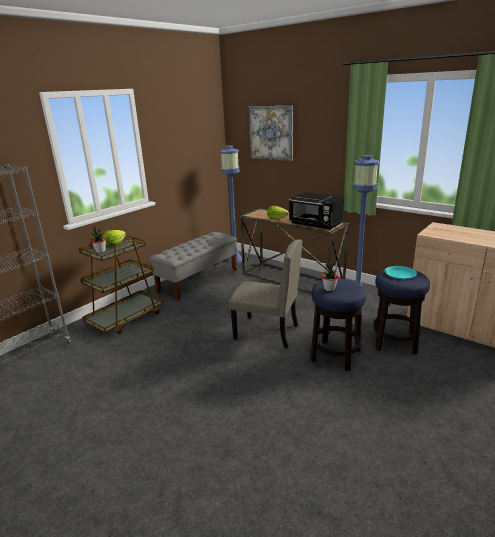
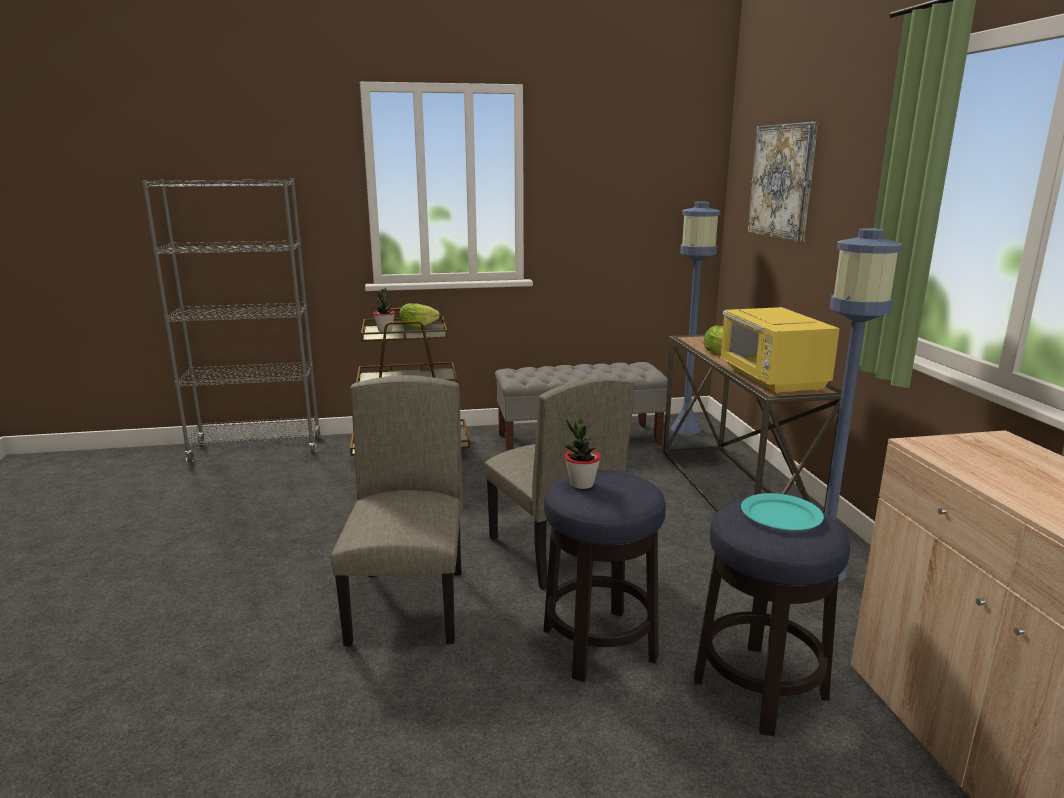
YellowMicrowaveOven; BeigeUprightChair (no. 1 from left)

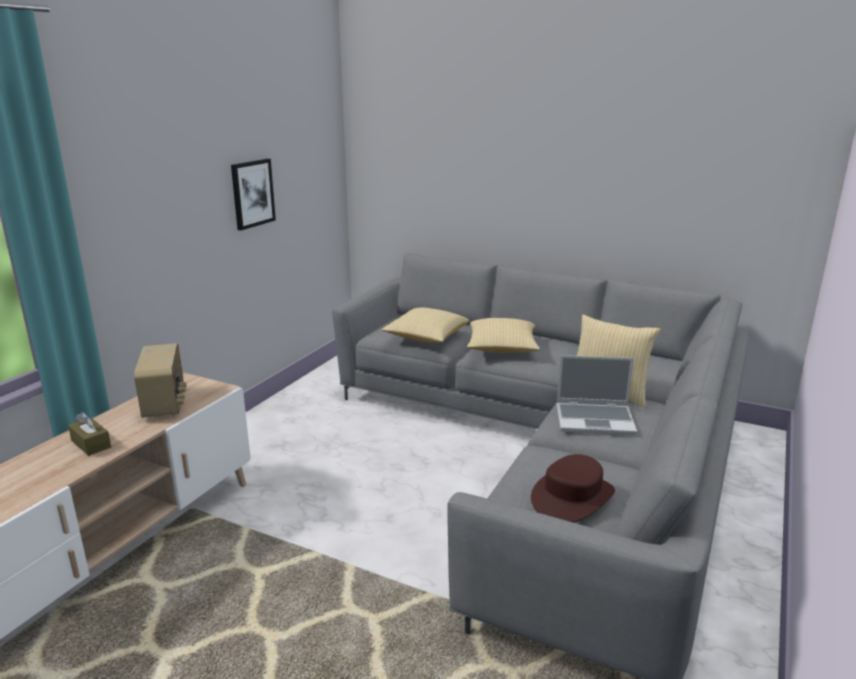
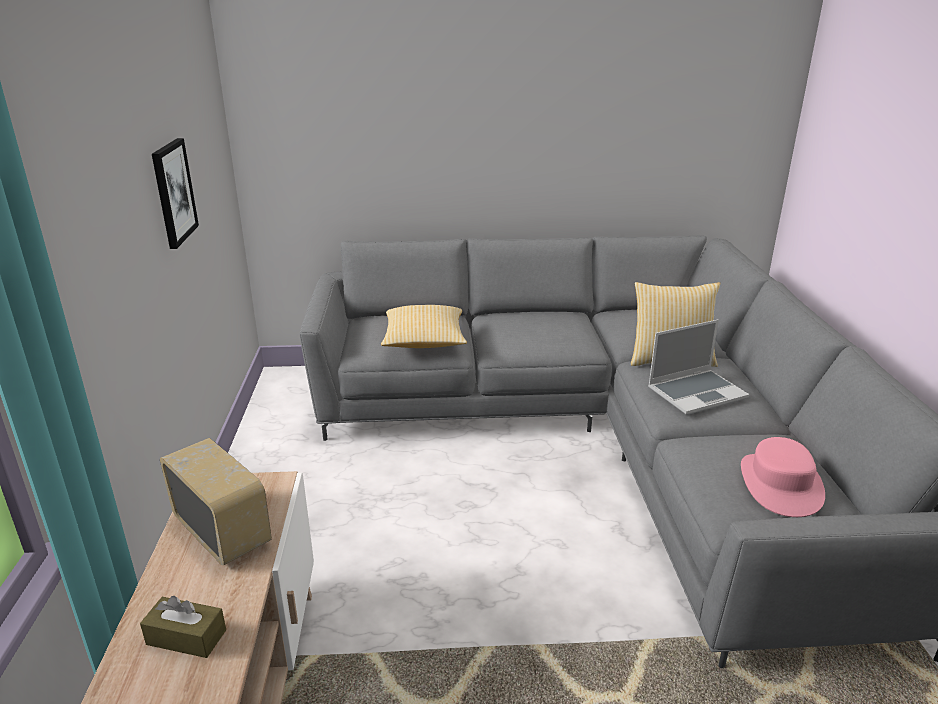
Pillow (no. 2 from left in the first image); PinkHat

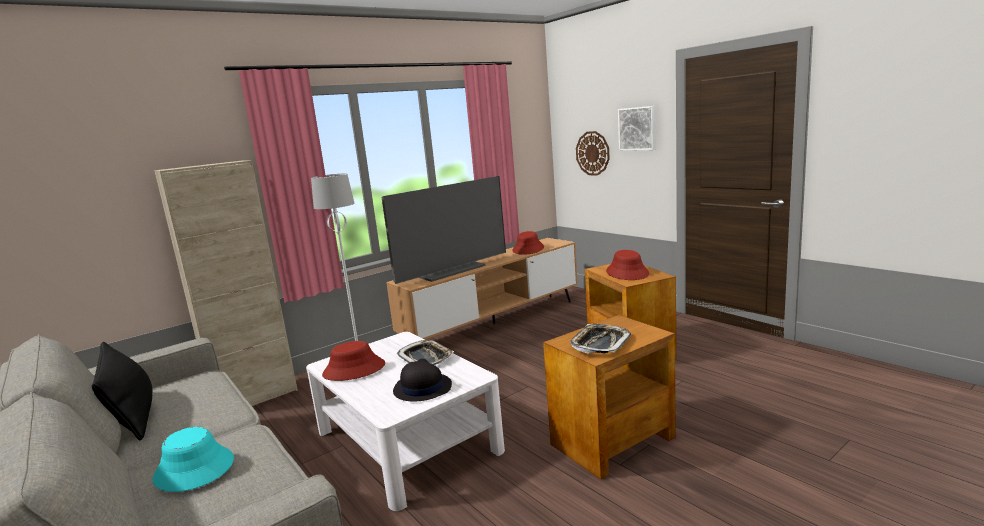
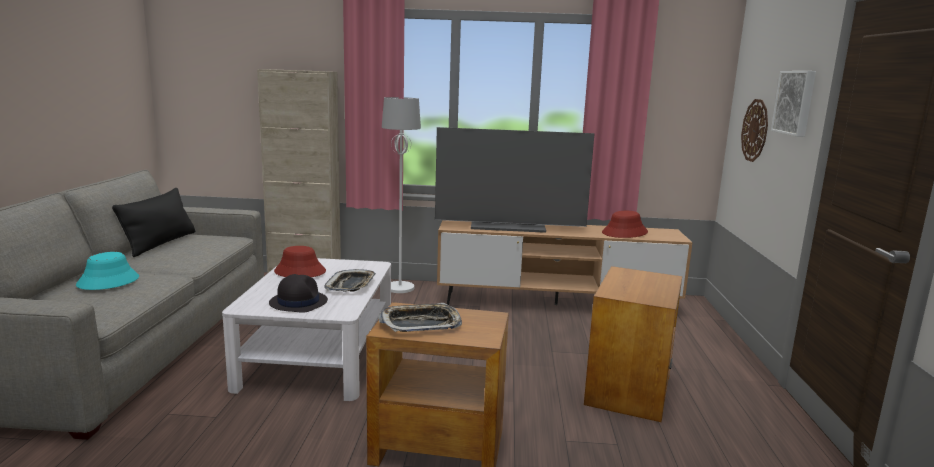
ReddishHat (no. 3 from left in the first image)

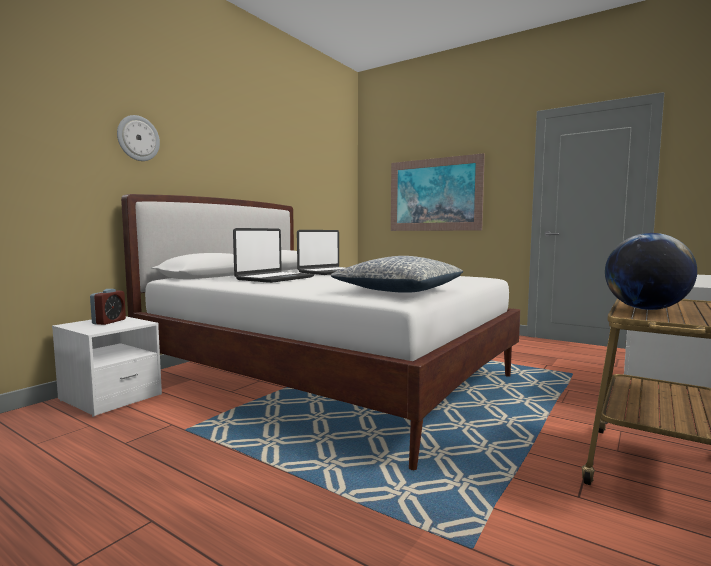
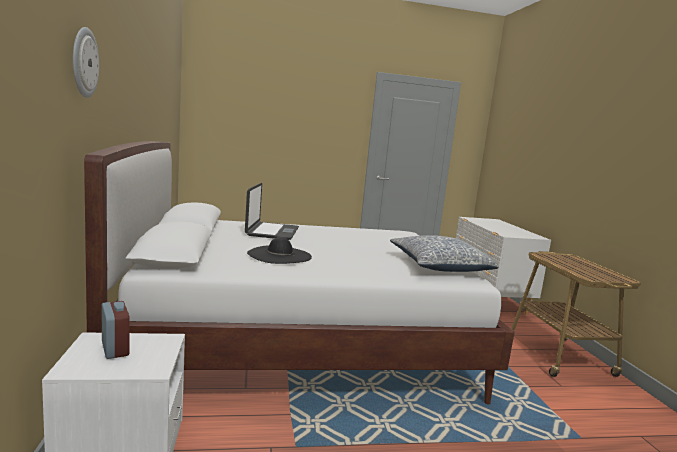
BlackColouredHat; Picture; Globe

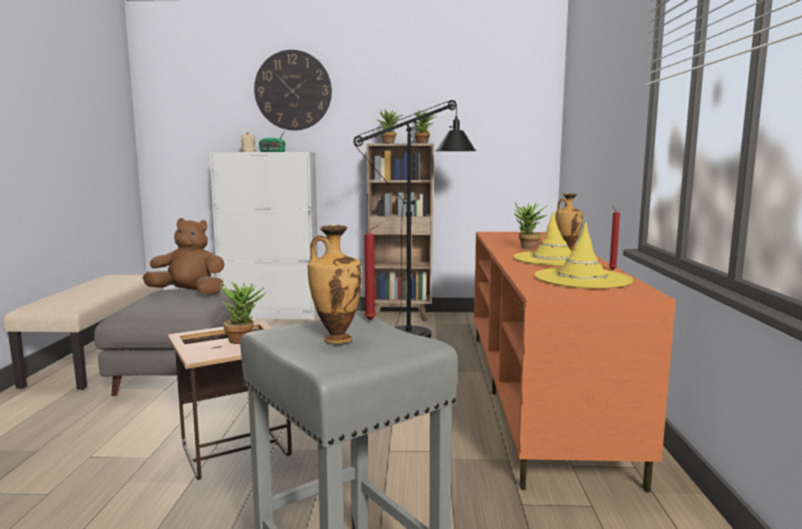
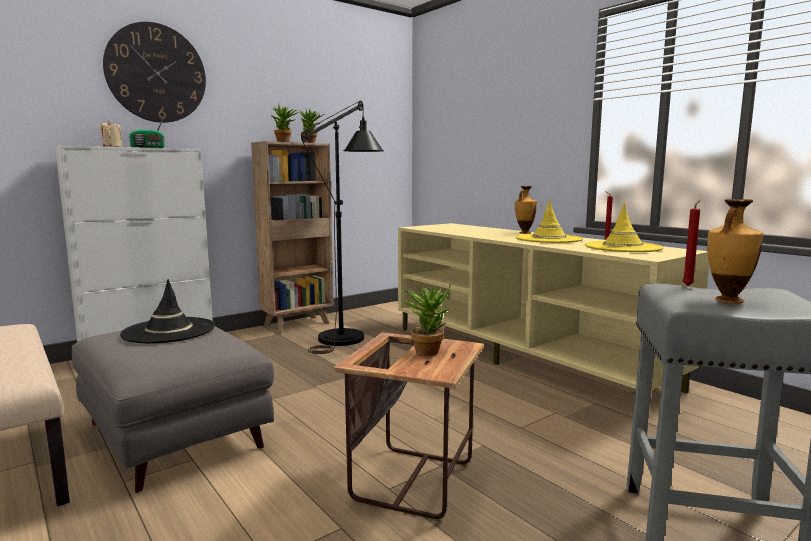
BlackColouredHat; BeigeMediaConsole; PottedPlant (no. 4 from left in the first image)

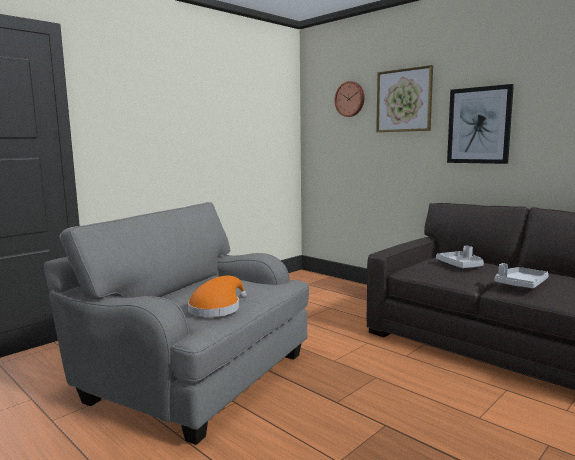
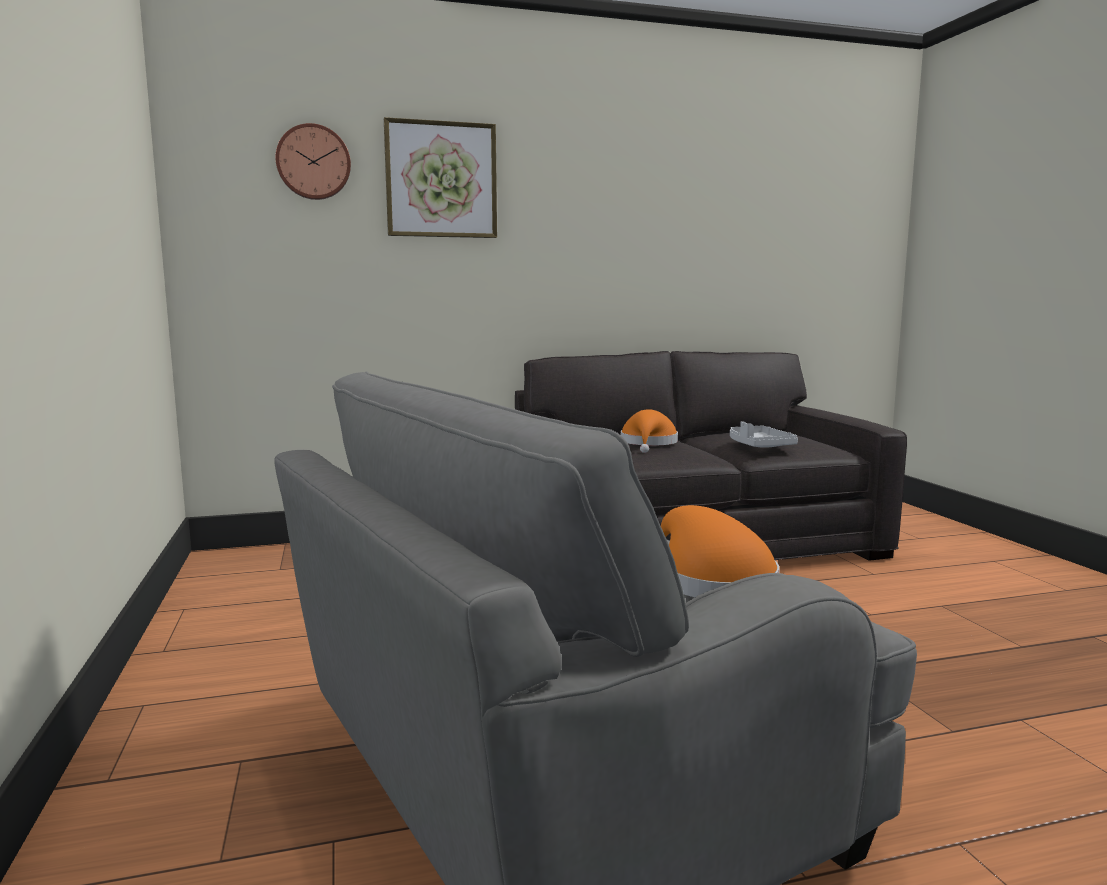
OrangeyHat (no. 1 from left); Picture (no. 2 from left in the first image)

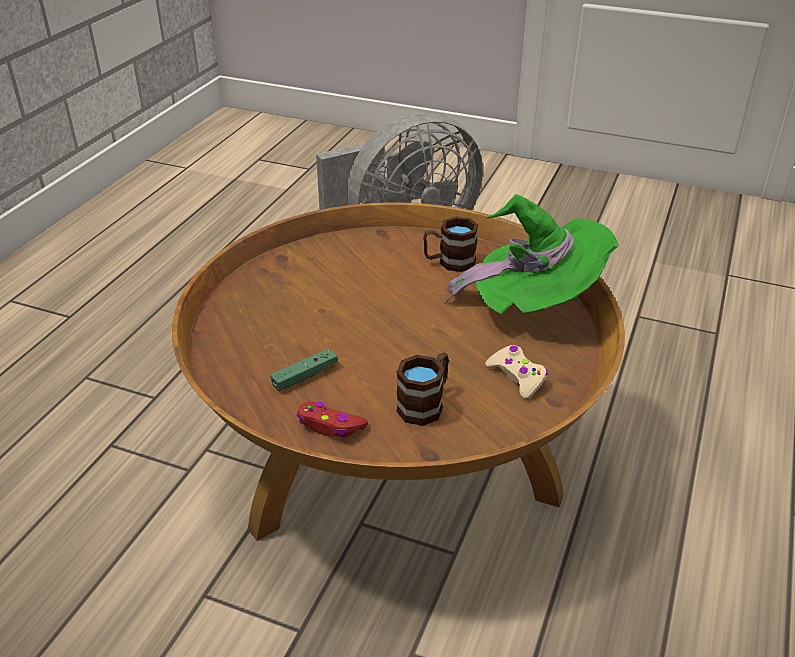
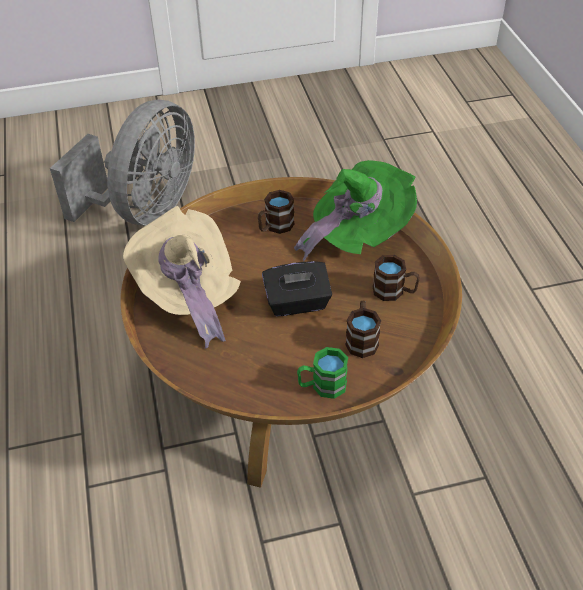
GreenColouredJoypad; GreenColouredTeaMug; BrownishTeaMug (no. 3 from left); BeigeHat; BlackColouredBoxOfTissues

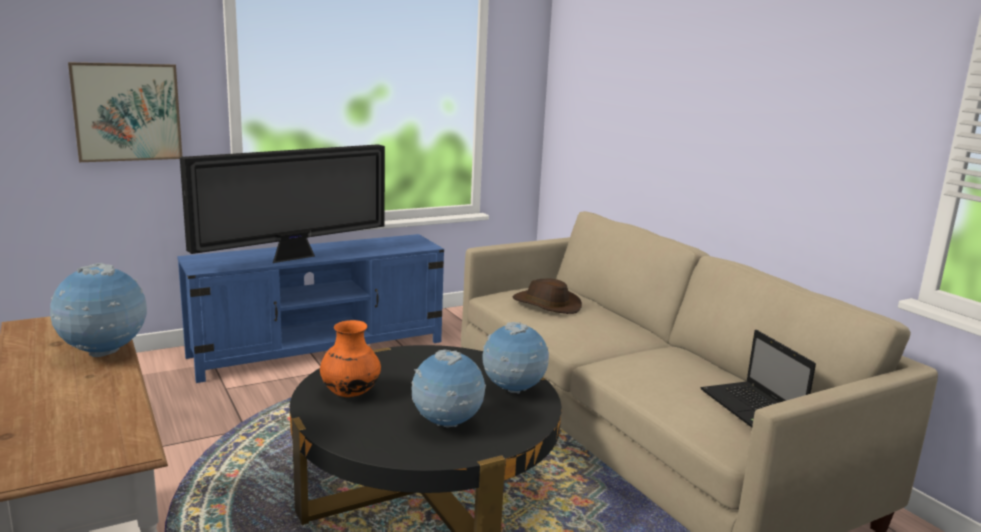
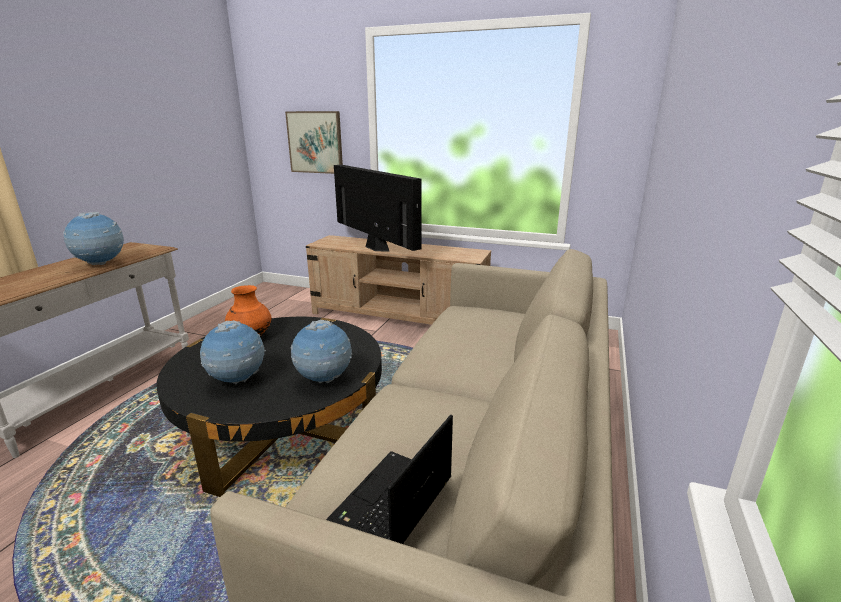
BeigeMediaConsole; TvSet; BrownishHat

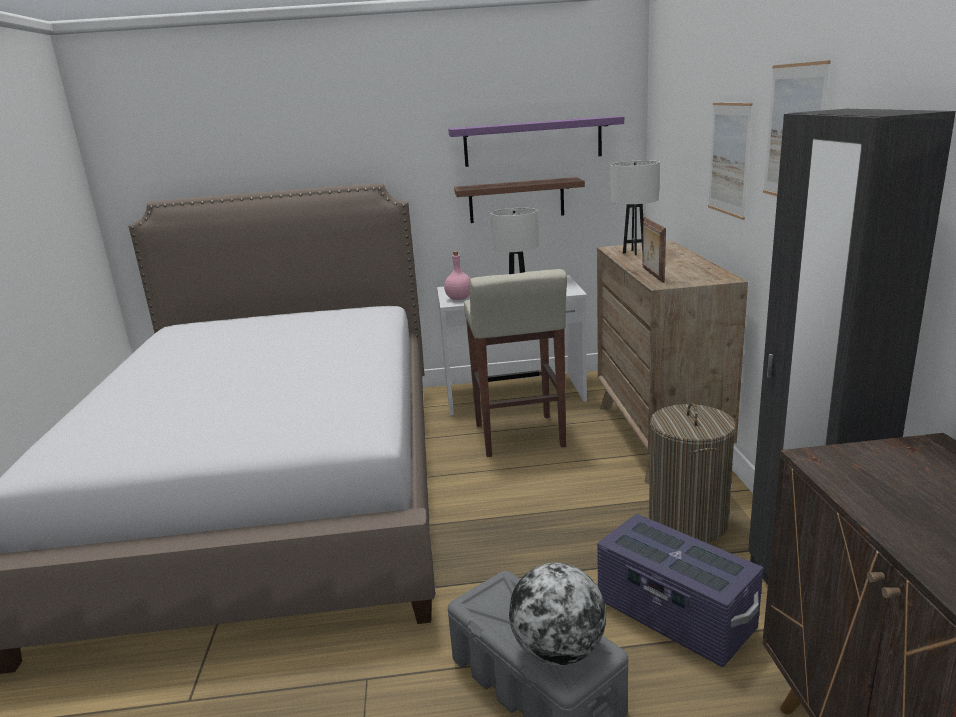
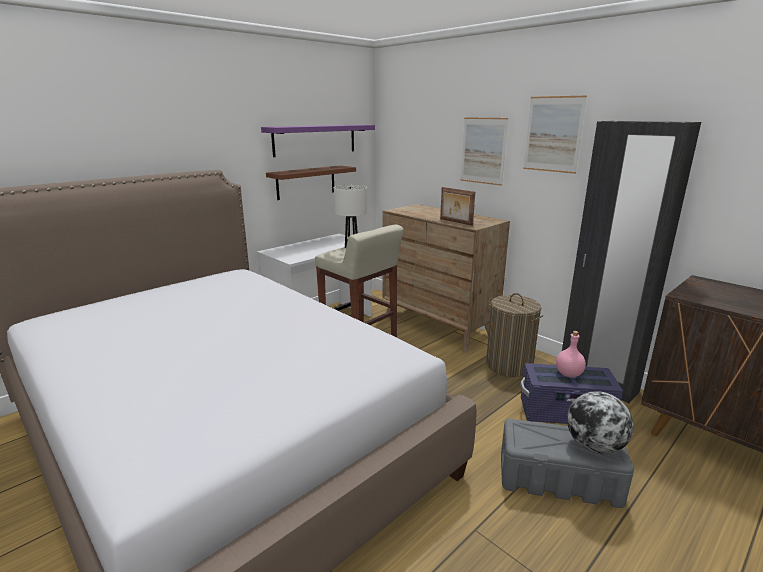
PinkDrinkBottle; WhiteColouredLampForATable (no. 2 from left in the first image)

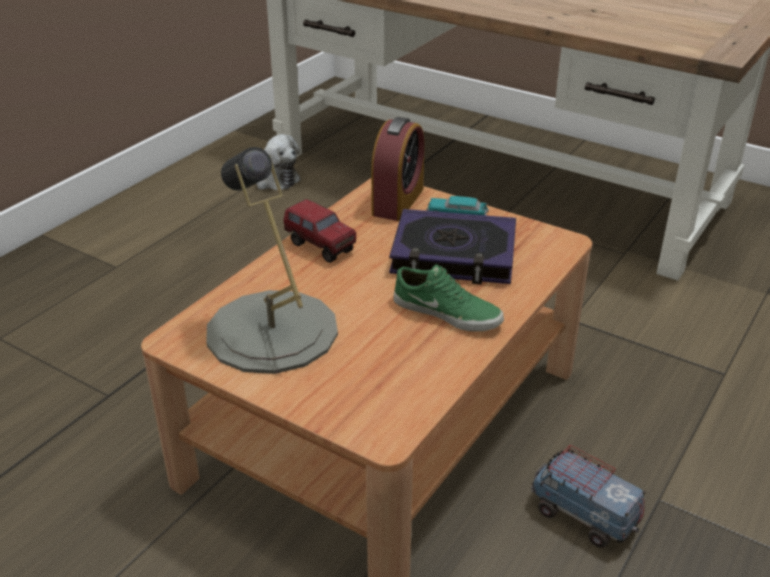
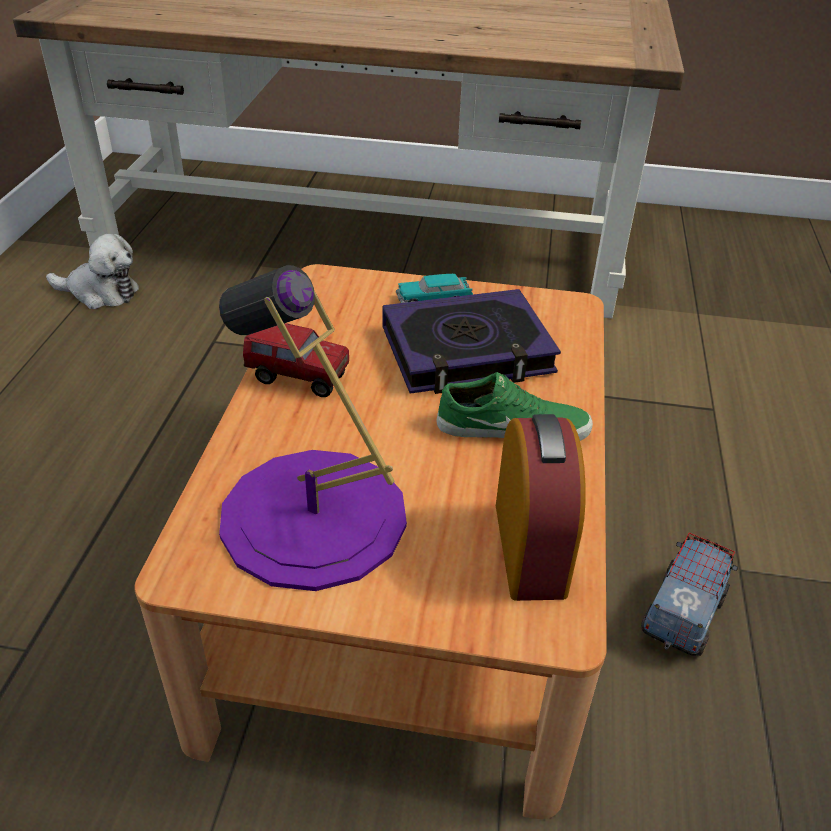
PurplishLampForATable; BedsideClock; ToyTruck (no. 2 from left)

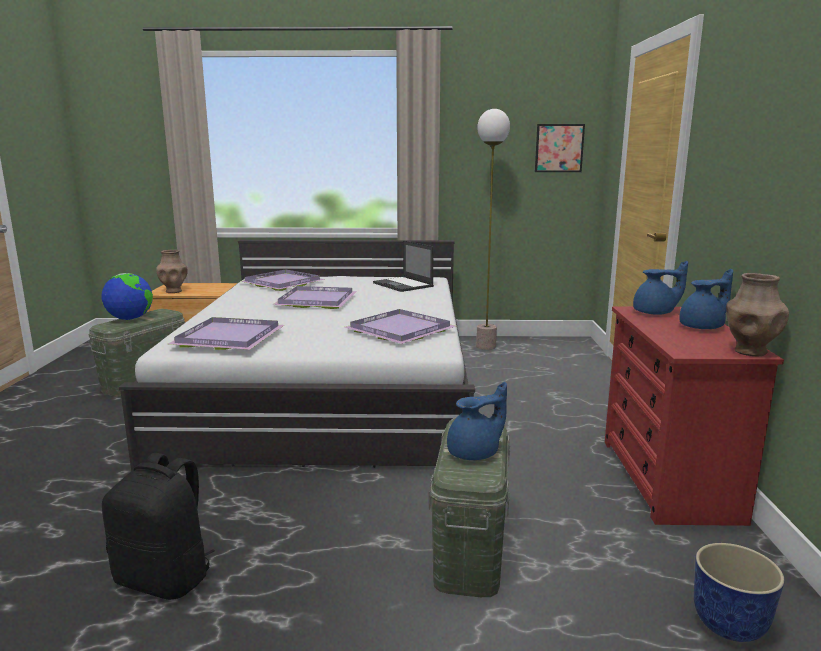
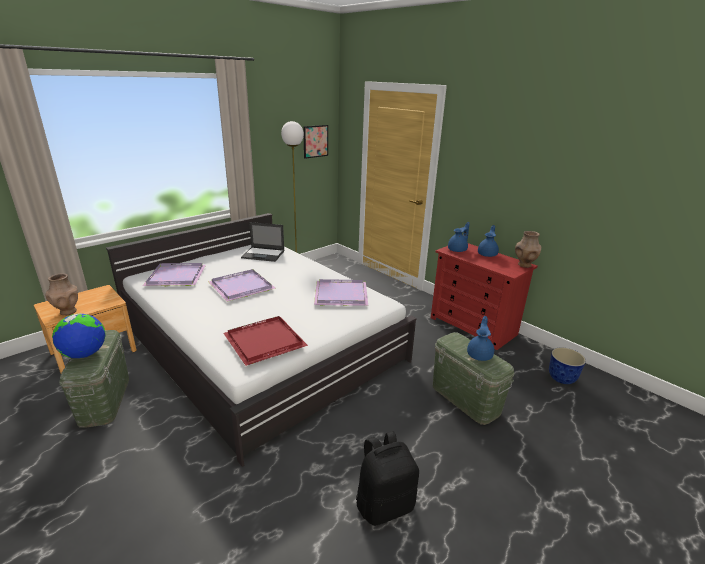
ReddishTray

